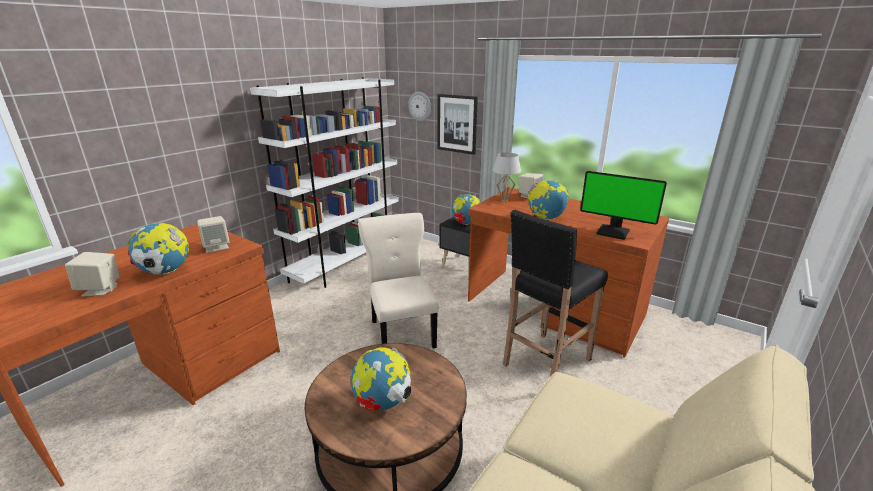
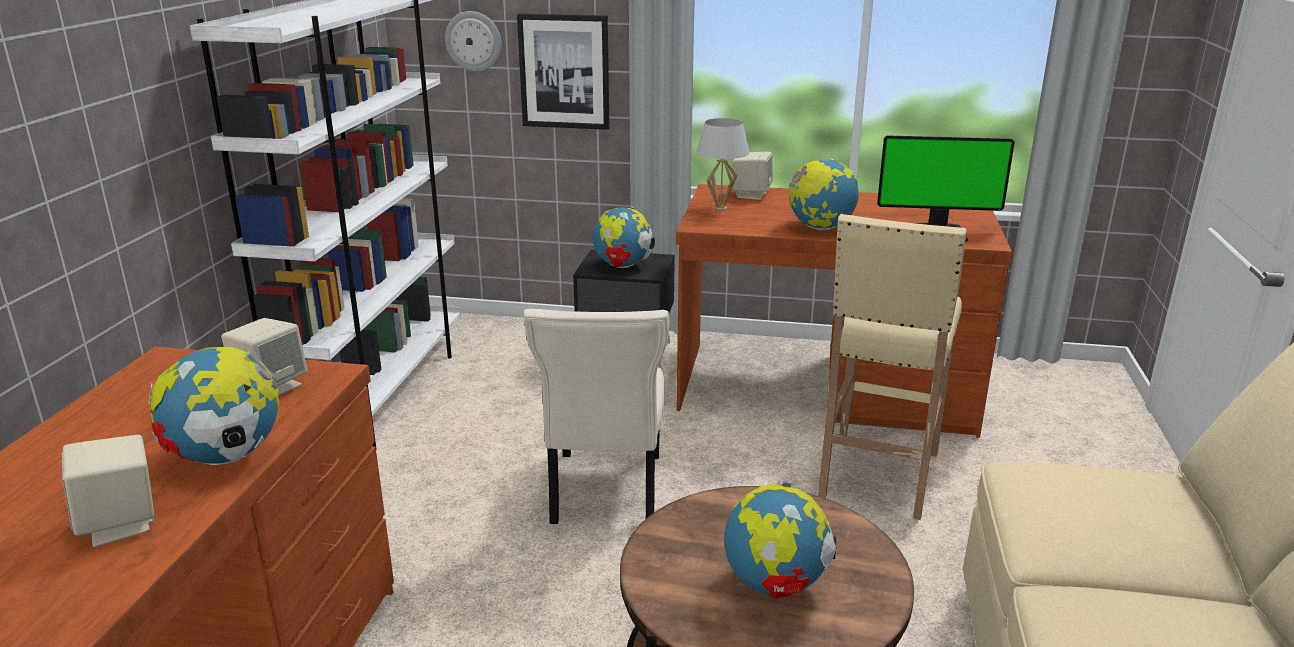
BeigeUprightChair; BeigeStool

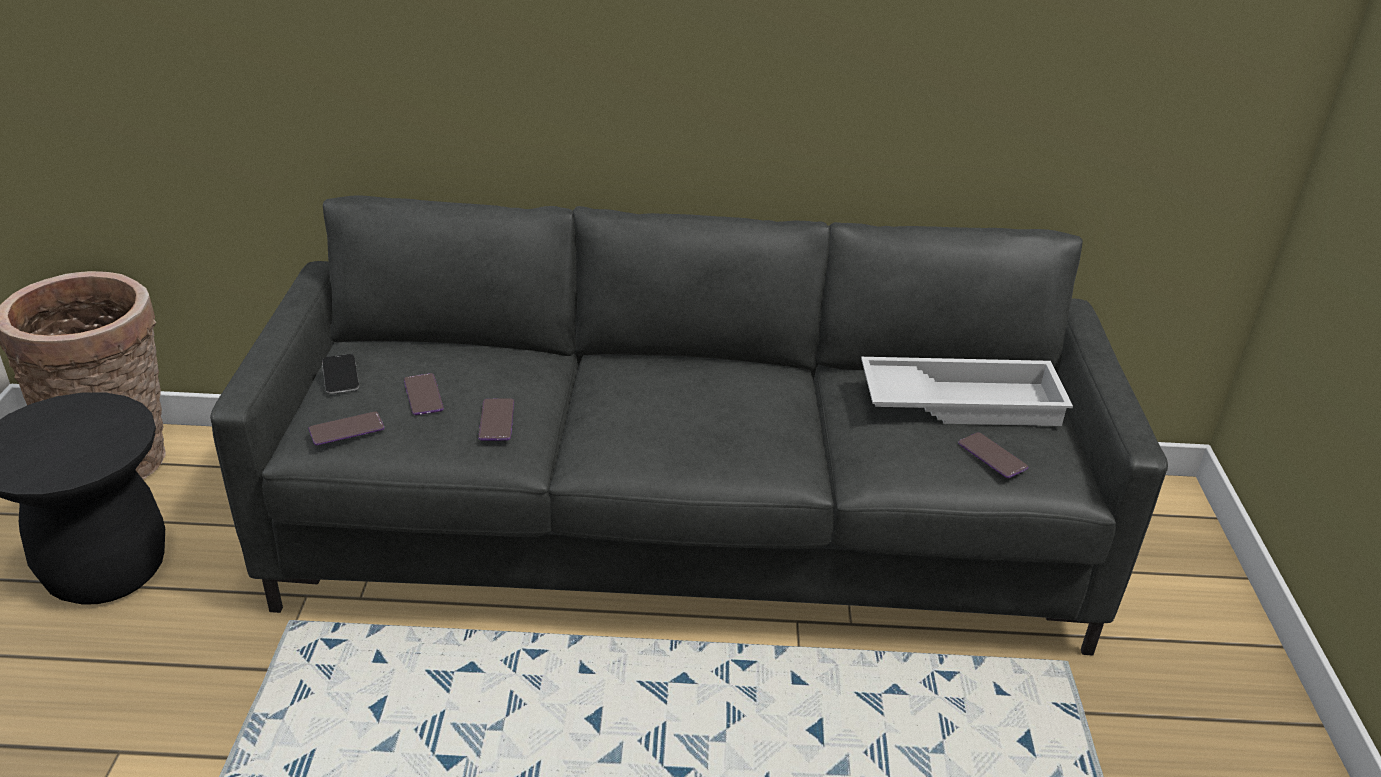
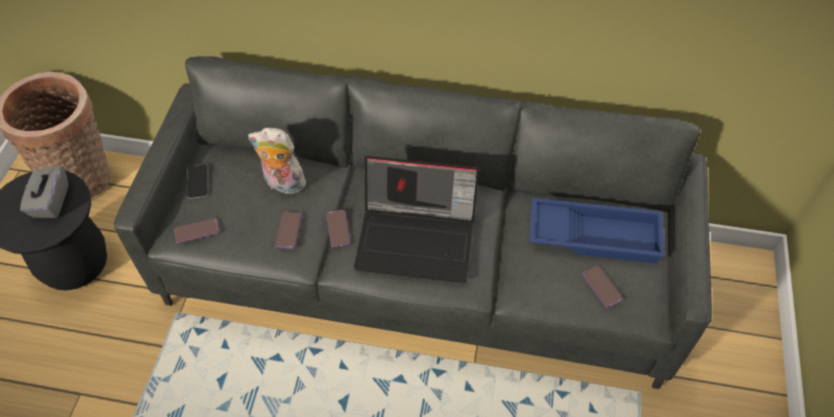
Handset (no. 4 from left); BluishTray; GrayBoxOfTissues; SoftToy; PortableComputer

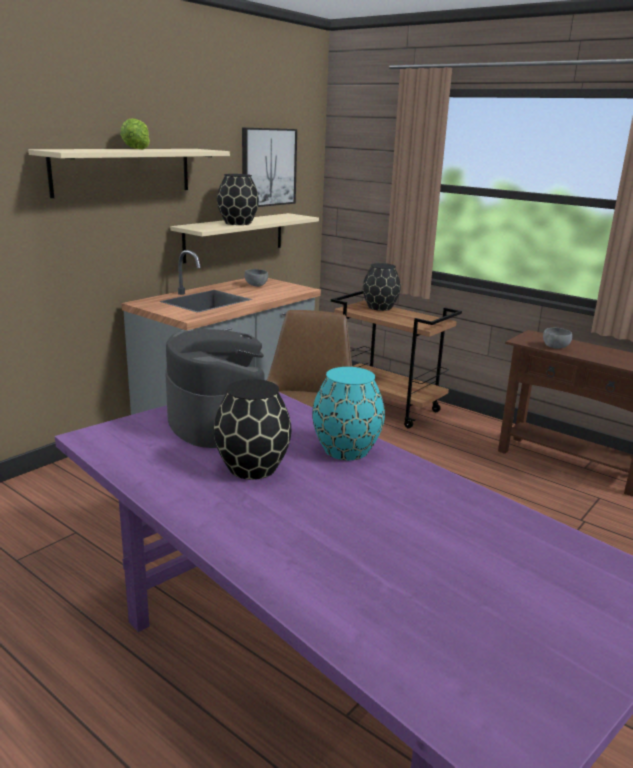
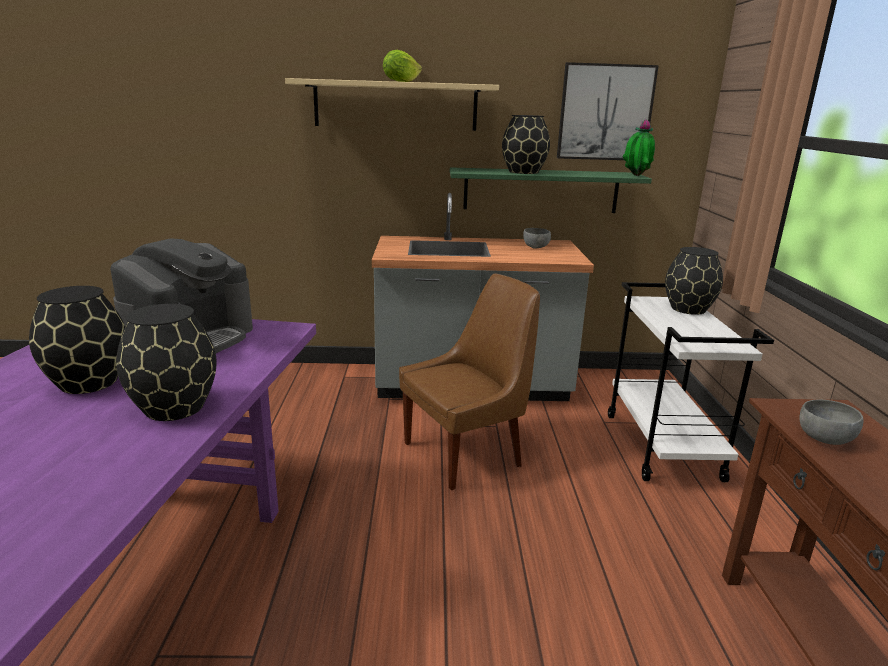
GreenColouredShelf; BlackColouredDecorativeVase (no. 2 from left); WhiteColouredTrolley; PottedPlant

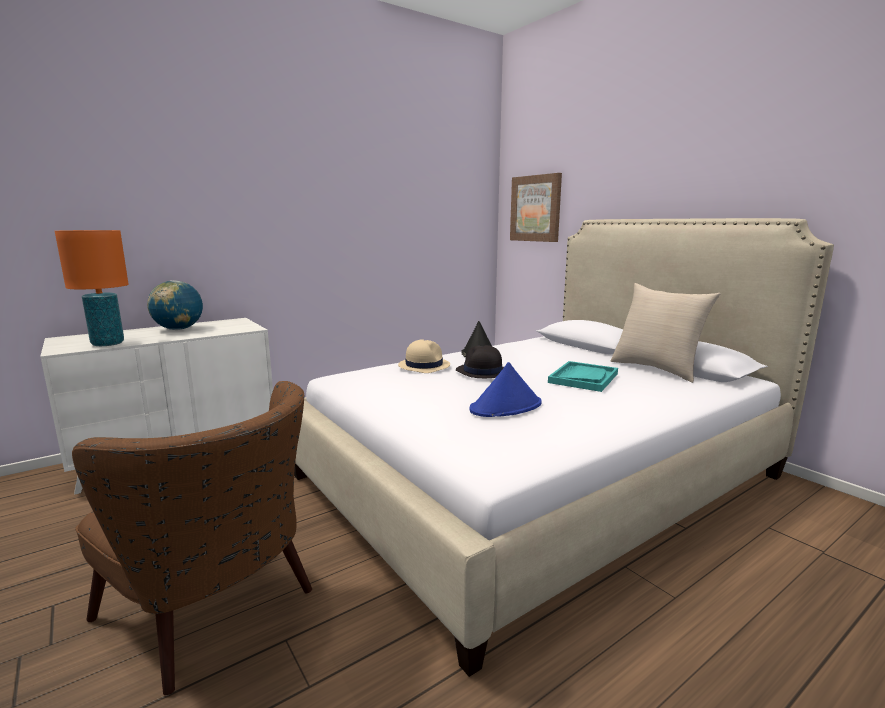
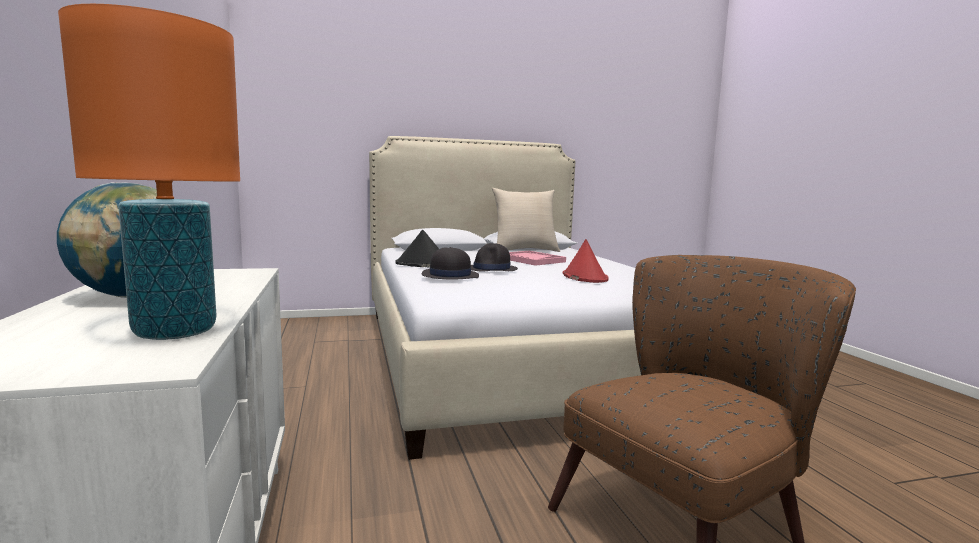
BlackColouredHat (no. 2 from left); ReddishHat; Picture; PinkTray

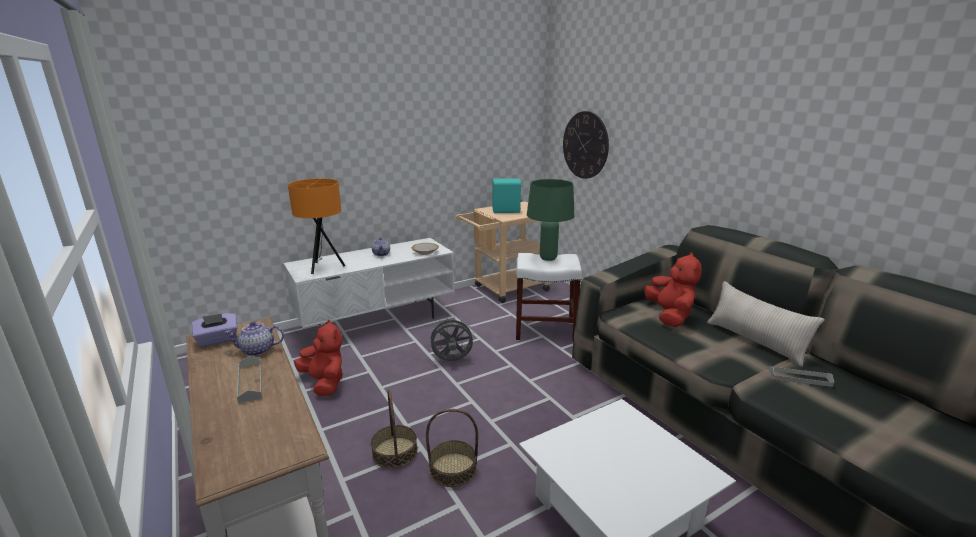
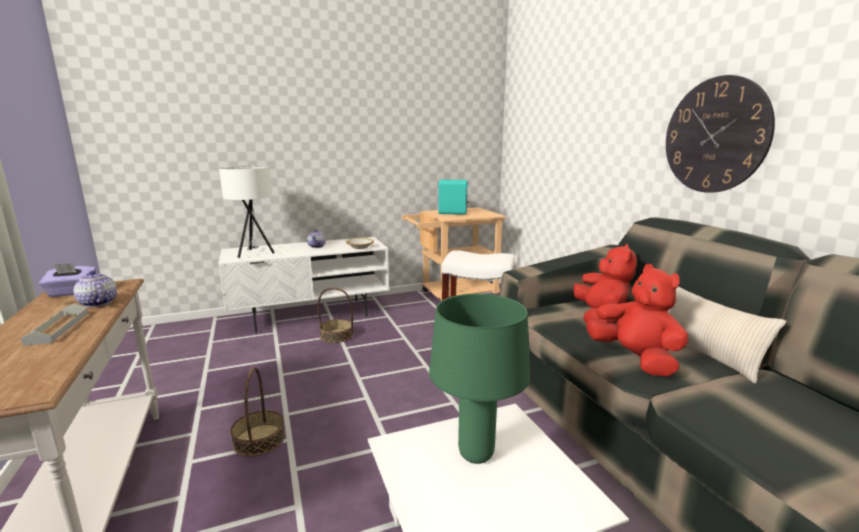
Teapot (no. 1 from left); WhiteColouredLampForATable; ReddishSoftToy (no. 2 from left); StorageBasket (no. 2 from left); GrayFan; GreenColouredLampForATable; ClockOnTheWall; GrayTray (no. 2 from left in the first image)

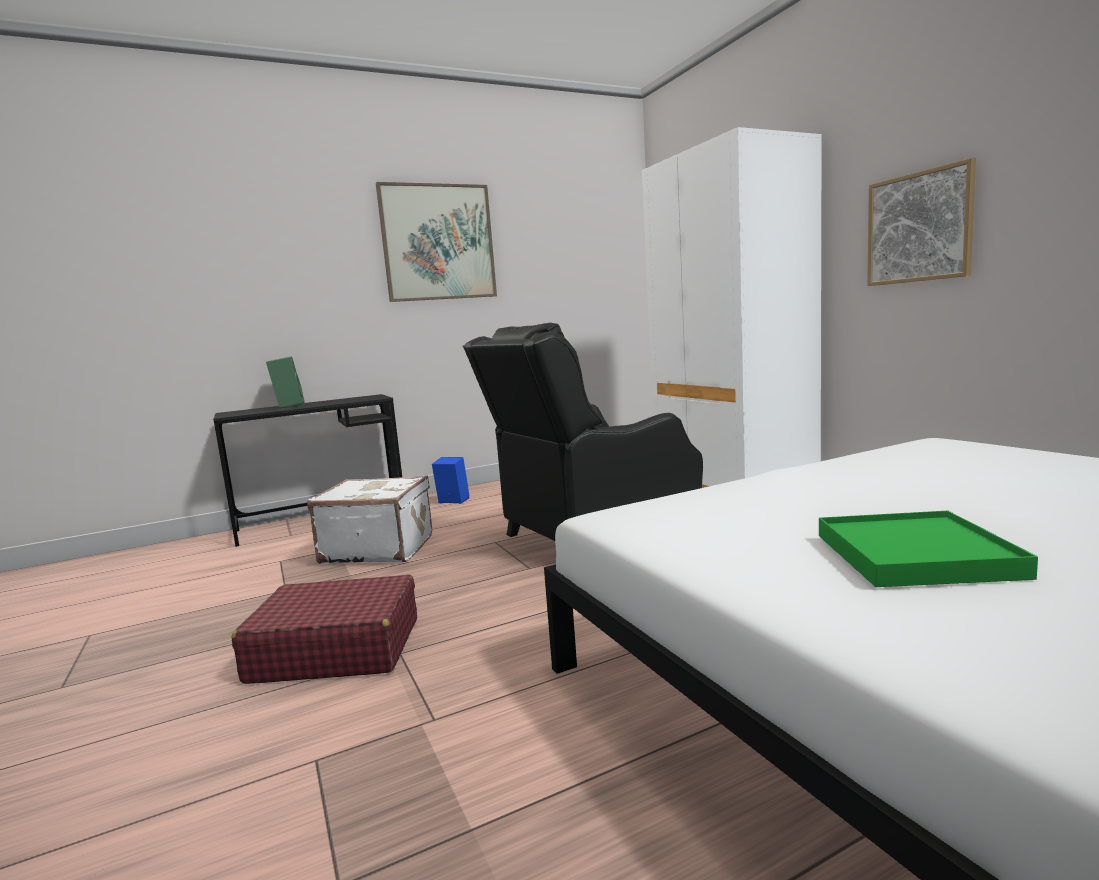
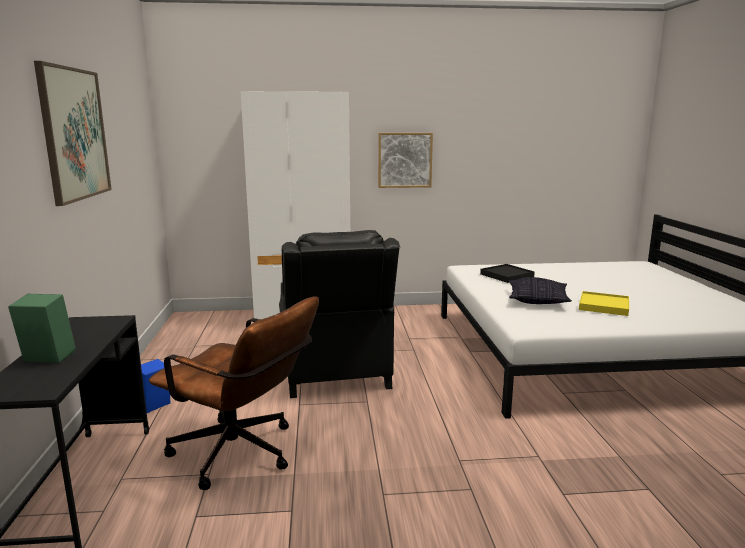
ReddishTravelCase; BrownishDeskChair; YellowTray; BlackColouredTray; Pillow

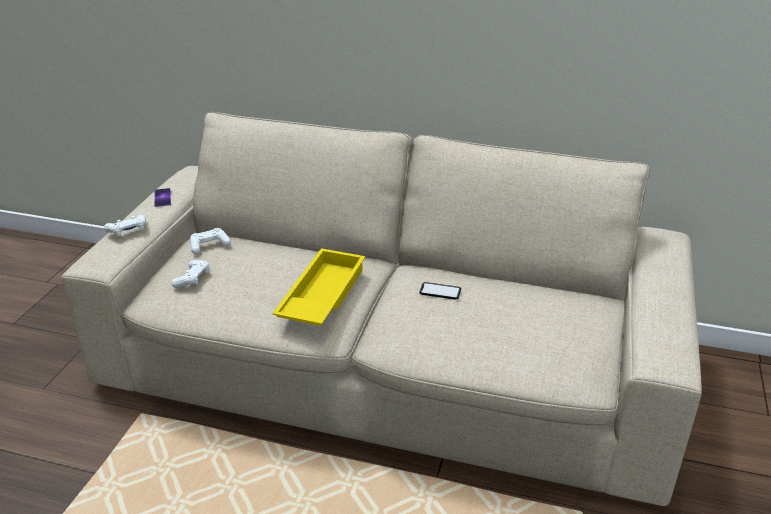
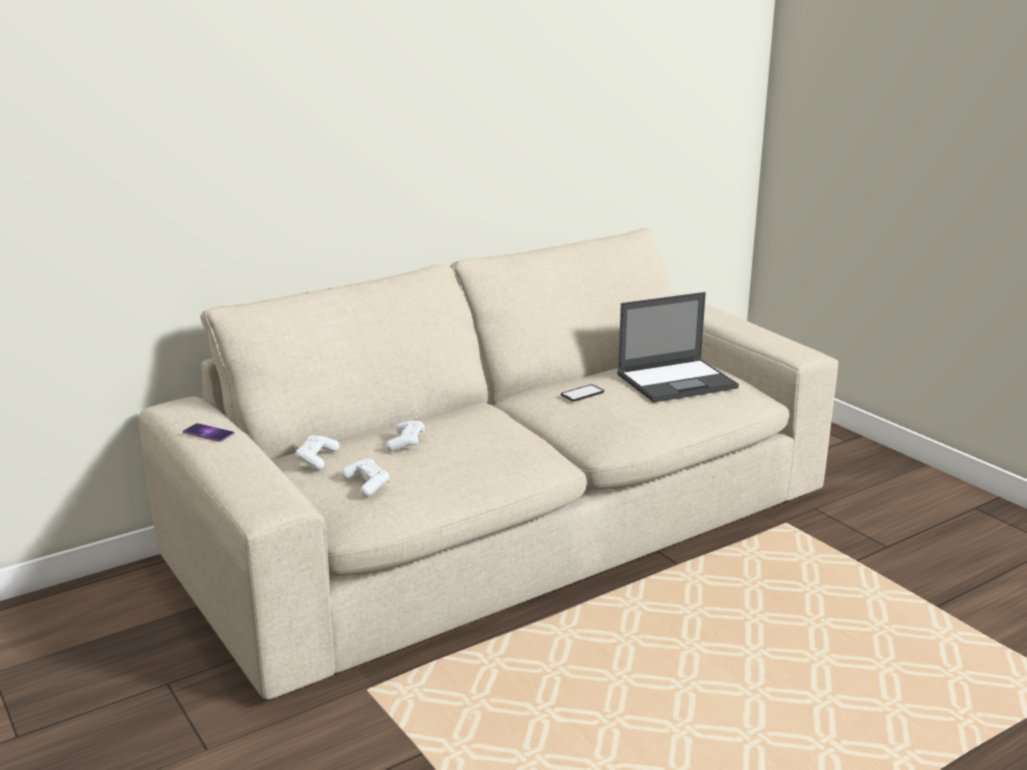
WhiteColouredJoypad (no. 3 from left); YellowTray; PortableComputer

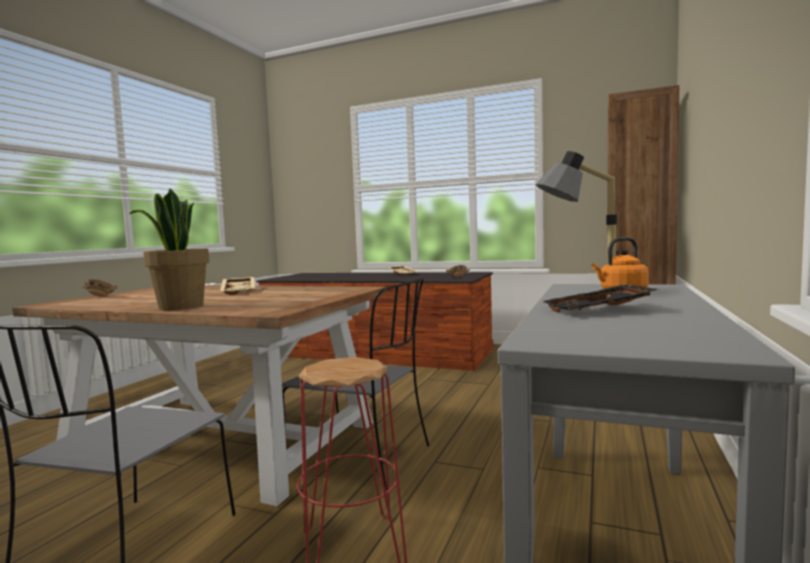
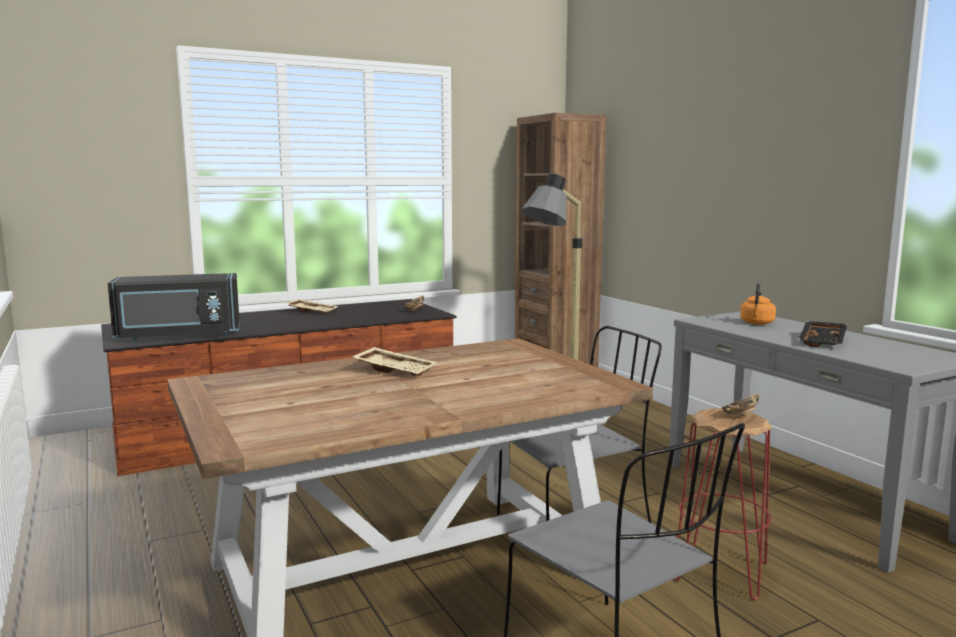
ServingBowl (no. 2 from left); PottedPlant; BlackColouredMicrowaveOven

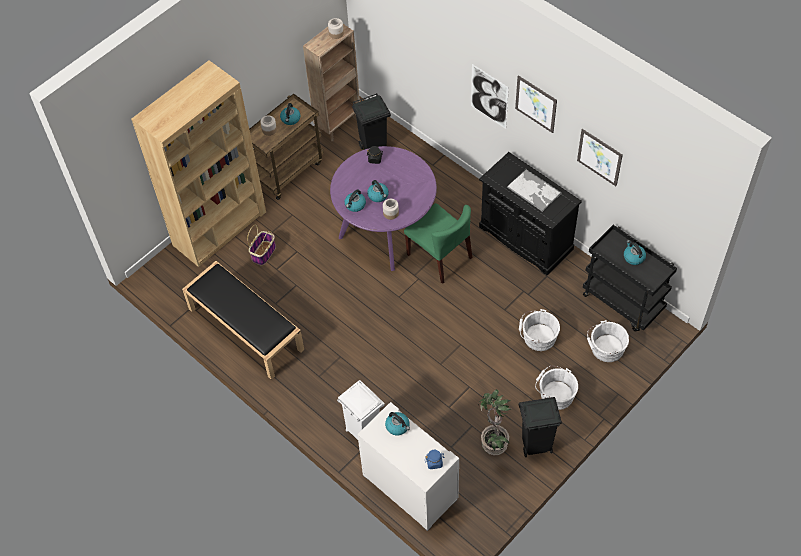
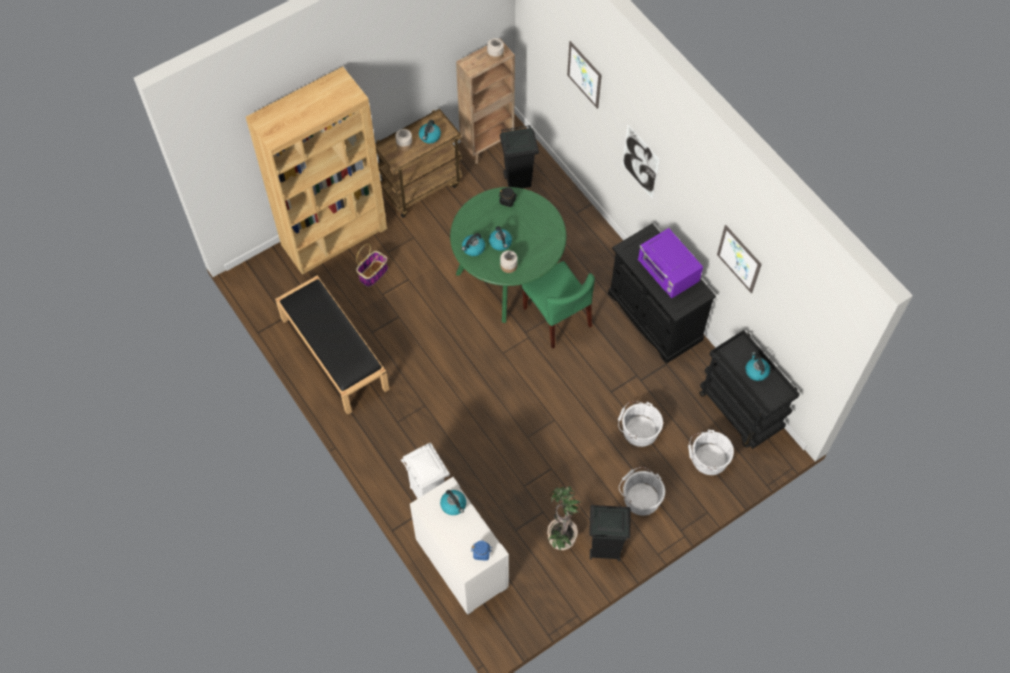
GreenColouredDiningTable; PurplishMicrowaveOven; Picture (no. 1 from left)

